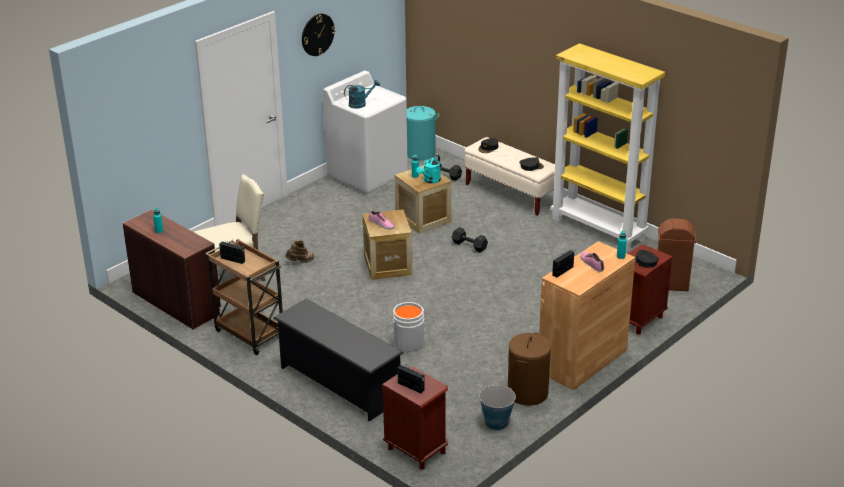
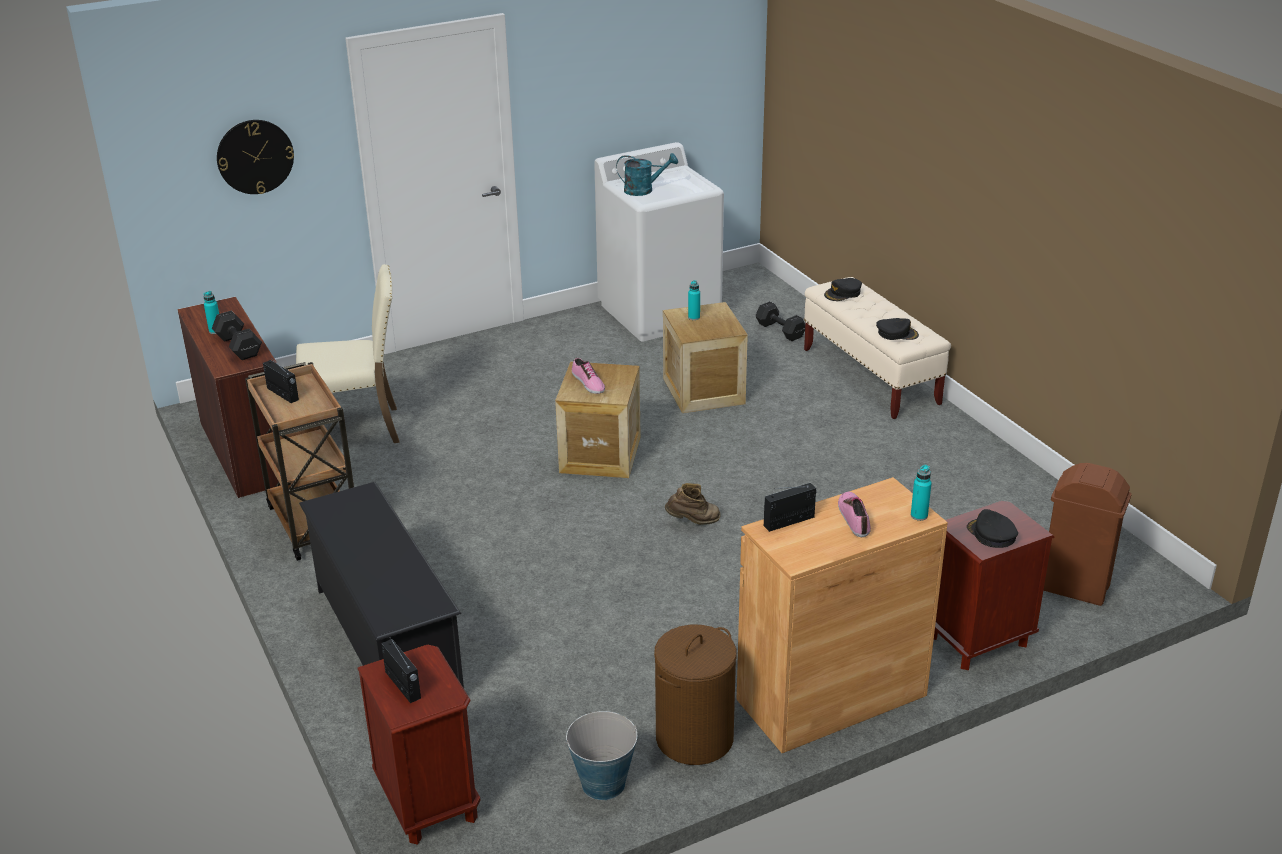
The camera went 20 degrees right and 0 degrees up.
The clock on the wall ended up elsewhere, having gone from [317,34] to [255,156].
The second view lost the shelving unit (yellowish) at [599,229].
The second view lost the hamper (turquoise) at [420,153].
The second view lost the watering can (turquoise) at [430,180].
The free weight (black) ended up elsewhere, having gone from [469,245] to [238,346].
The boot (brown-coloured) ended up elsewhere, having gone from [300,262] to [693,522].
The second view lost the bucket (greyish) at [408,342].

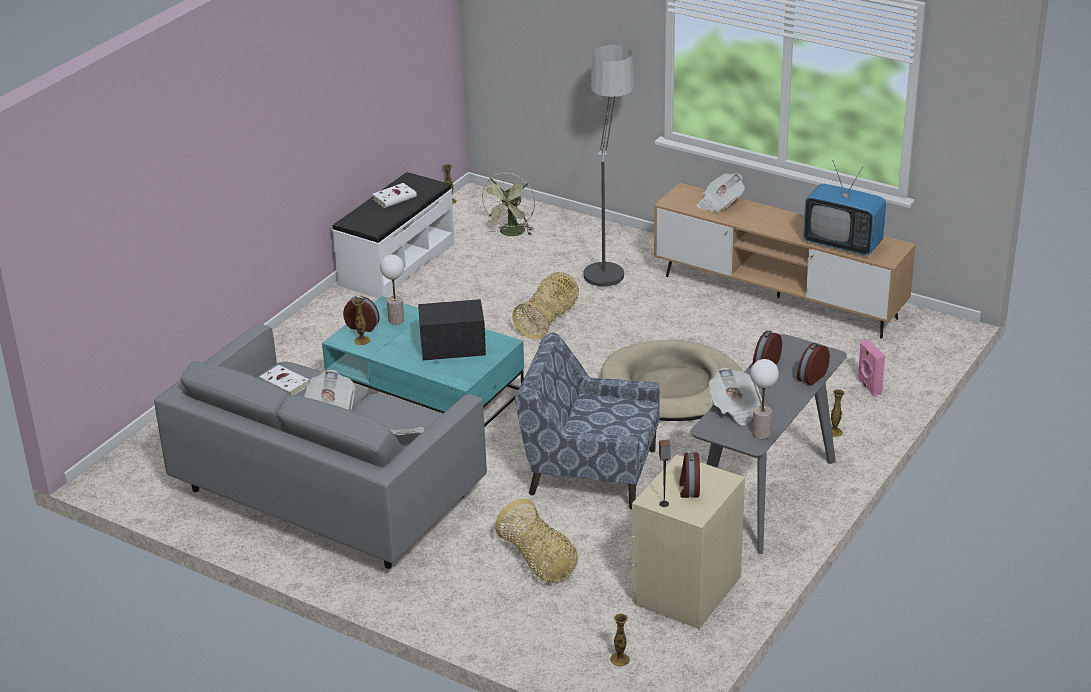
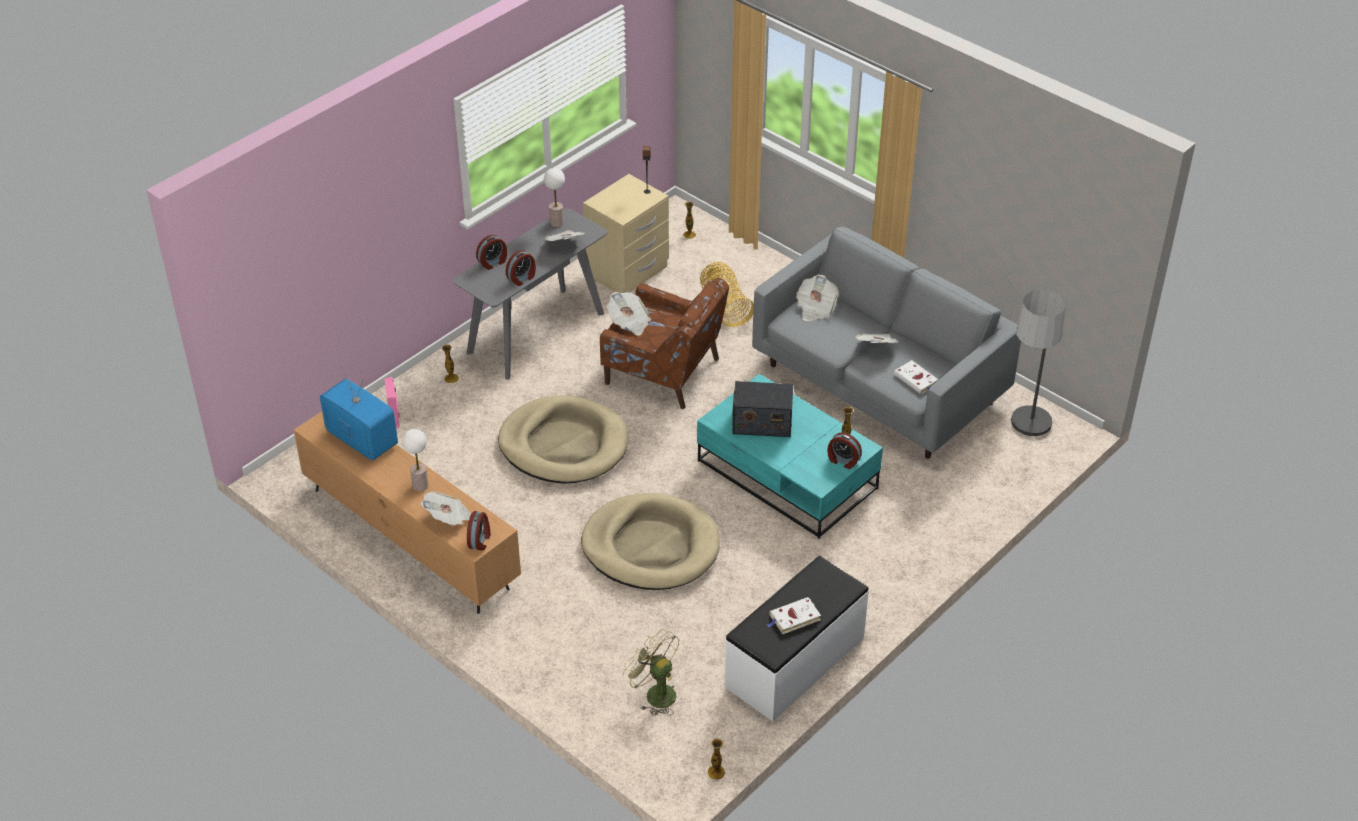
The camera went 170 degrees left and 10 degrees up.
The standing lamp ended up elsewhere, having gone from [606,260] to [1025,445].
The cooling fan (greenish) at [511,233] ended up facing another way, 75 degrees counterclockwise from before.
The table lamp ended up elsewhere, having gone from [396,320] to [420,486].
Where the household basket stood at [548,320], the pet bed (sand-coloured) came to stand at [651,546].
What was the easy chair (blue-coloured) at [590,471] turned into the easy chair (brown-coloured) at [664,373].
The bedside clock ended up elsewhere, having gone from [689,489] to [480,541].
The second view gained the newspaper at [629,322].

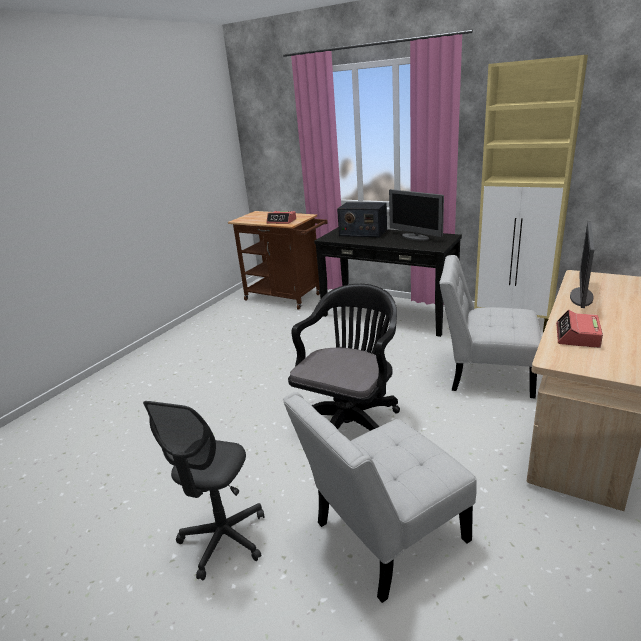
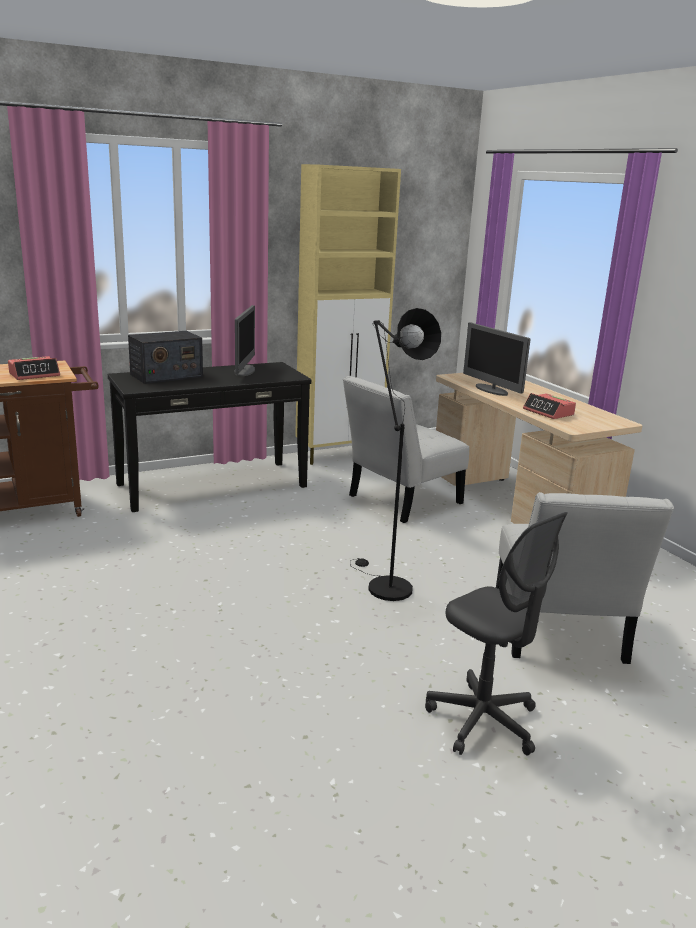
The camera went 60 degrees left and 5 degrees down.
The computer screen at [415,237] ended up facing another way, 75 degrees counterclockwise from before.
Where the computer chair (black) stood at [350,424], the standing lamp (black) came to stand at [384,585].

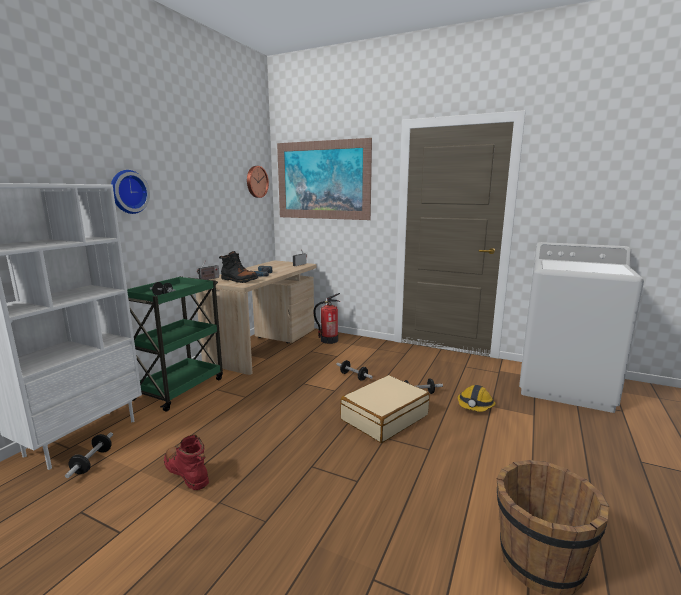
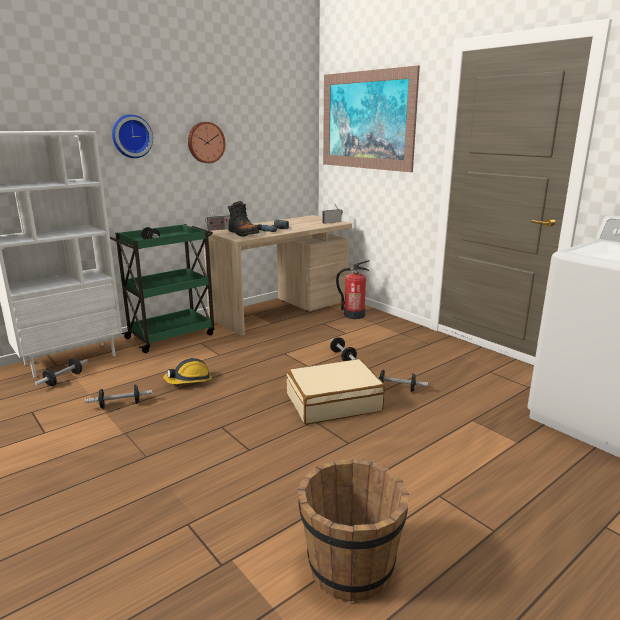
The camera went 25 degrees right and 5 degrees up.
The clock on the wall ended up elsewhere, having gone from [256,182] to [205,142].
The work helmet ended up elsewhere, having gone from [475,406] to [189,380].
Where the boot (reddish) stood at [187,473], the free weight came to stand at [120,405].

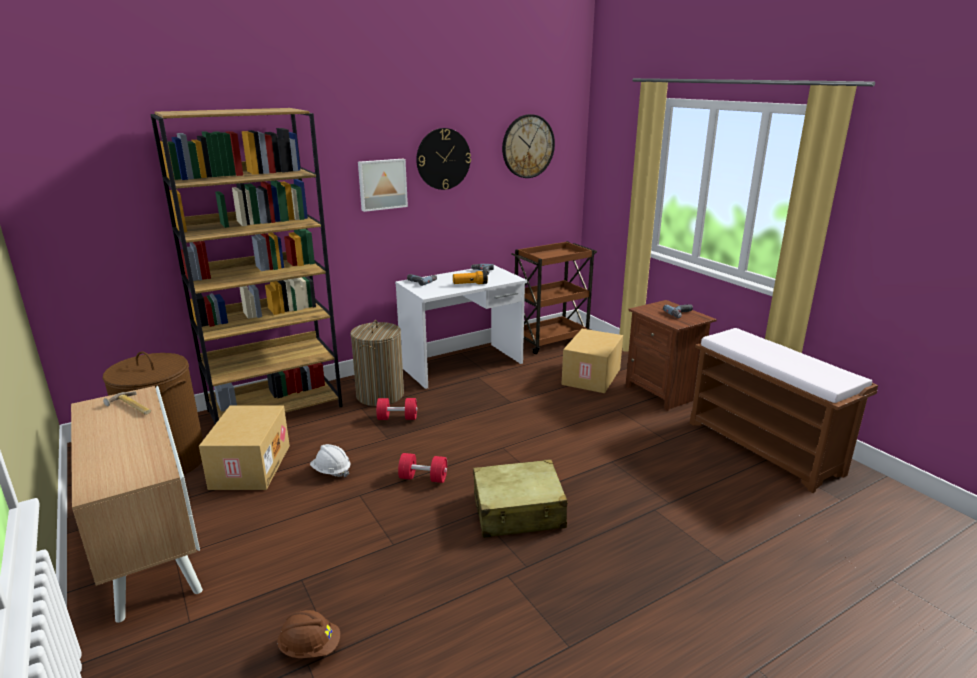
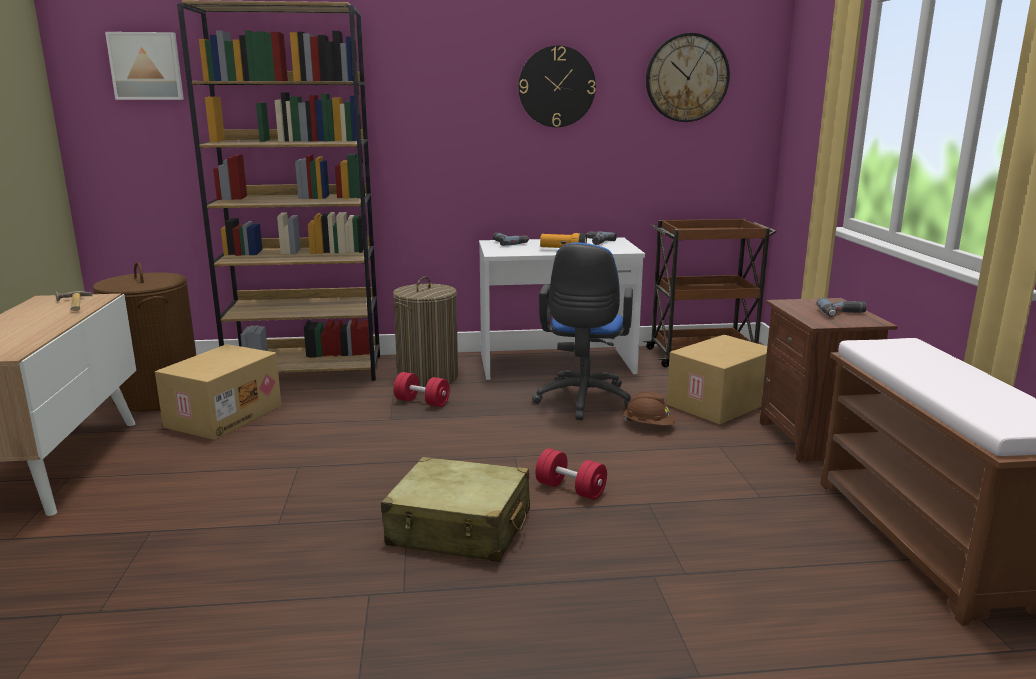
The camera went 25 degrees right and 5 degrees down.
The wall picture ended up elsewhere, having gone from [382,184] to [146,66].
The second view lost the work helmet (white) at [331,471].
The free weight (reddish) ended up elsewhere, having gone from [423,478] to [570,489].
The work helmet (brown-coloured) ended up elsewhere, having gone from [310,648] to [649,426].
The second view gained the computer chair (blue-coloured) at [583,402].

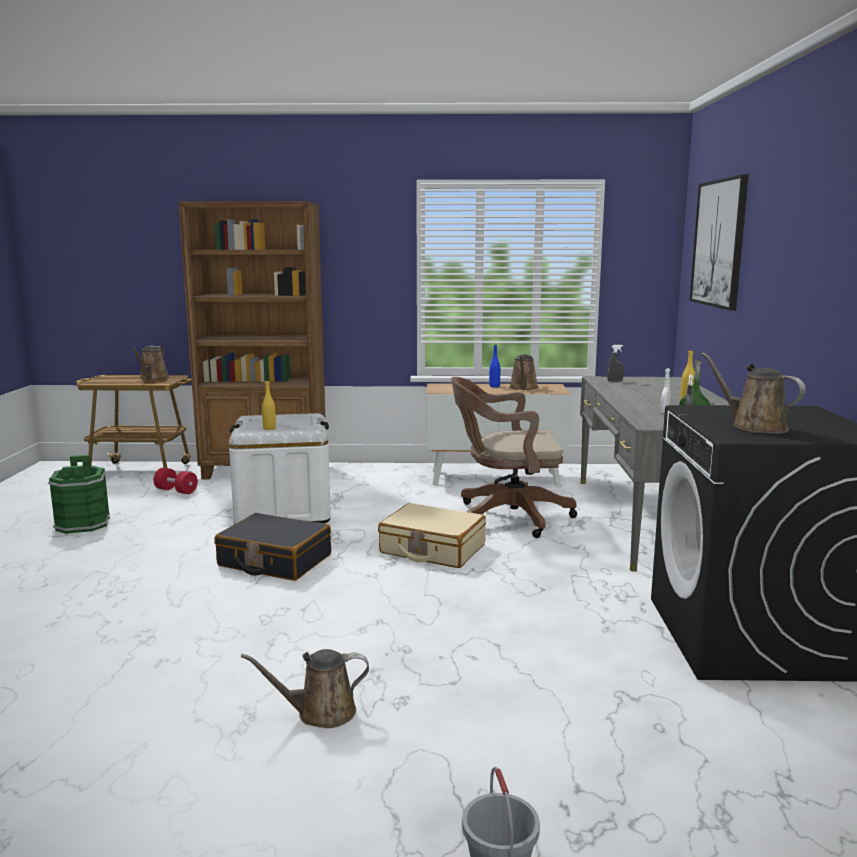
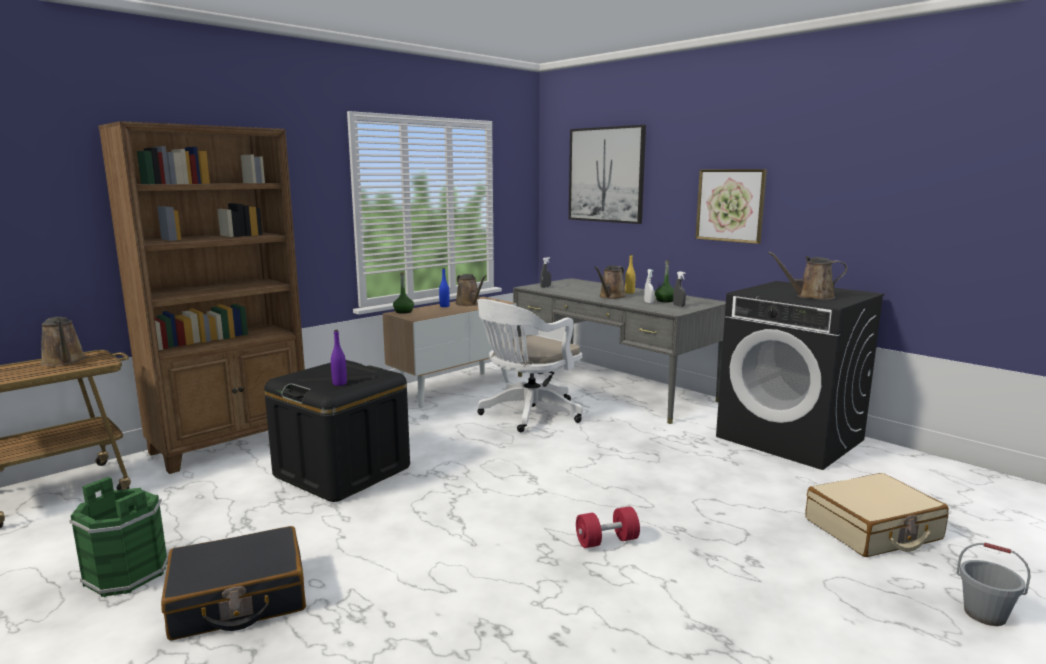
The camera went 45 degrees left and 0 degrees up.
What was the computer chair (brown-coloured) at [507,516] turned into the computer chair (white) at [527,414].
What was the bottle (yellowish) at [269,428] turned into the bottle (purplish) at [339,383].
What was the storage bin (white) at [283,511] turned into the storage bin (black) at [342,471].
The free weight (reddish) ended up elsewhere, having gone from [176,491] to [607,541].
The travel case (sand-coloured) ended up elsewhere, having gone from [432,549] to [872,530].
The travel case (black) ended up elsewhere, having gone from [274,561] to [238,599].
The watering can (brown-coloured) ended up elsewhere, having gone from [320,713] to [611,297].
The second view gained the wall picture at [730,205].
The second view gained the bottle (greenish) at [403,312].

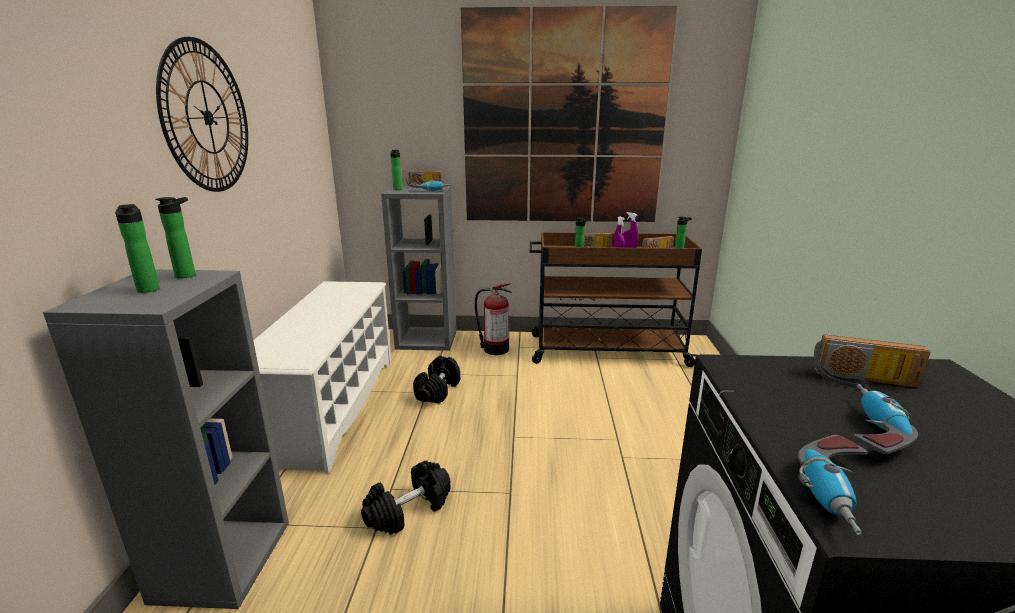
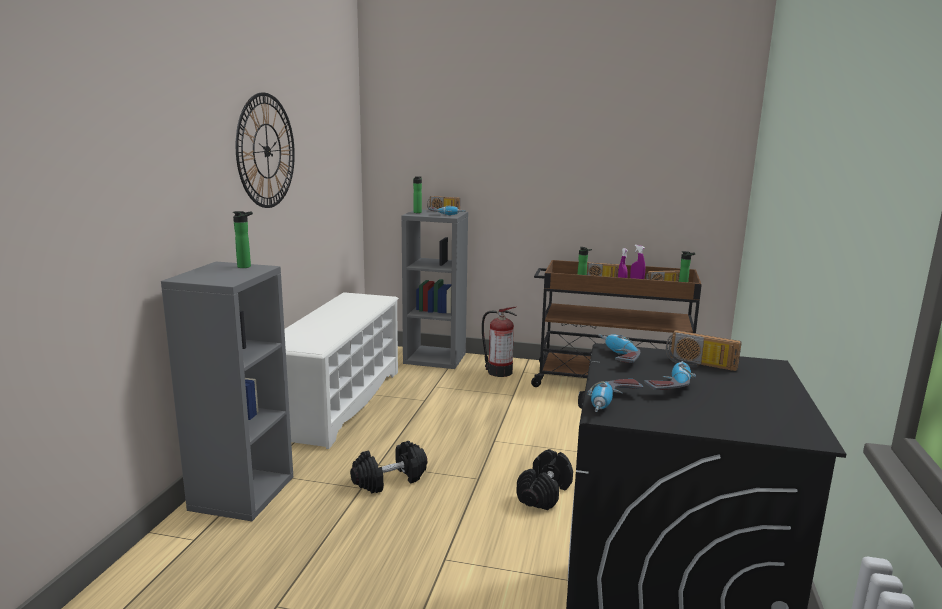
The camera went 10 degrees right and 5 degrees down.
The second view lost the wall picture at [563,121].
The second view lost the bottle at [148,288].
The free weight (black) ended up elsewhere, having gone from [438,391] to [544,493].
The second view gained the power drill at [615,356].

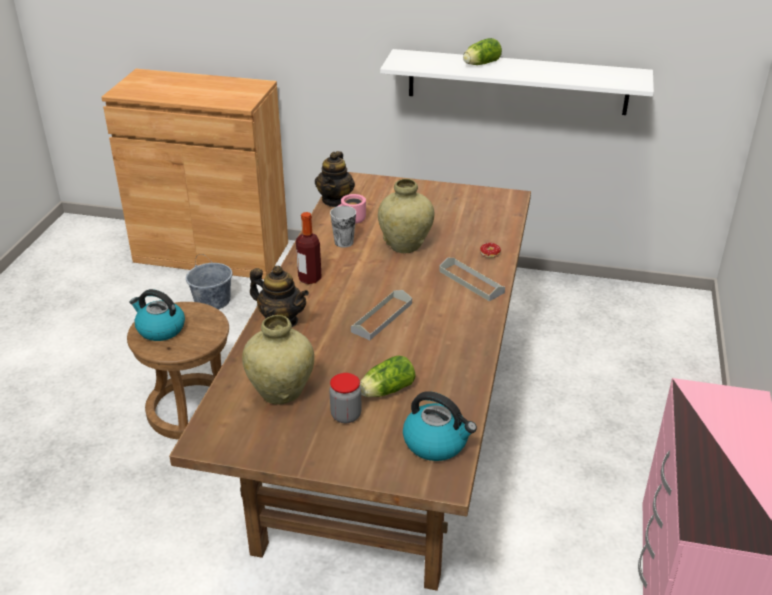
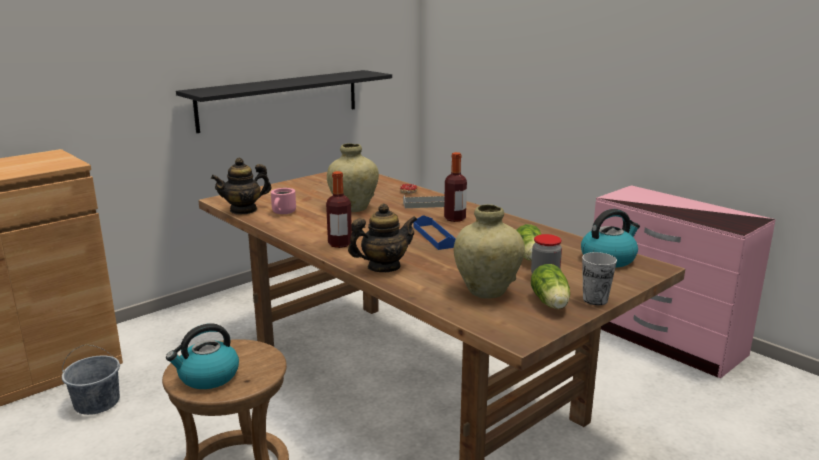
The camera went 55 degrees left and 15 degrees down.
The head of lettuce ended up elsewhere, having gone from [480,64] to [551,303].
What was the shelf (white) at [517,82] turned into the shelf (black) at [280,99].
The tea pot at [335,200] ended up facing another way, 105 degrees clockwise from before.
The drinking cup ended up elsewhere, having gone from [344,242] to [595,300].
What was the carrying tray (greyish) at [382,317] turned into the carrying tray (blue-coloured) at [435,236].
The second view gained the bottle at [455,219].

